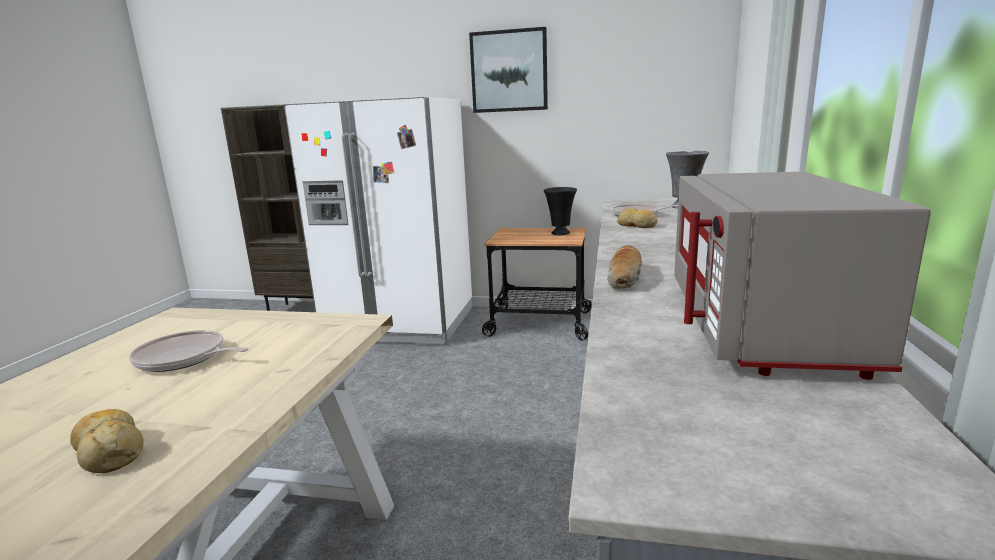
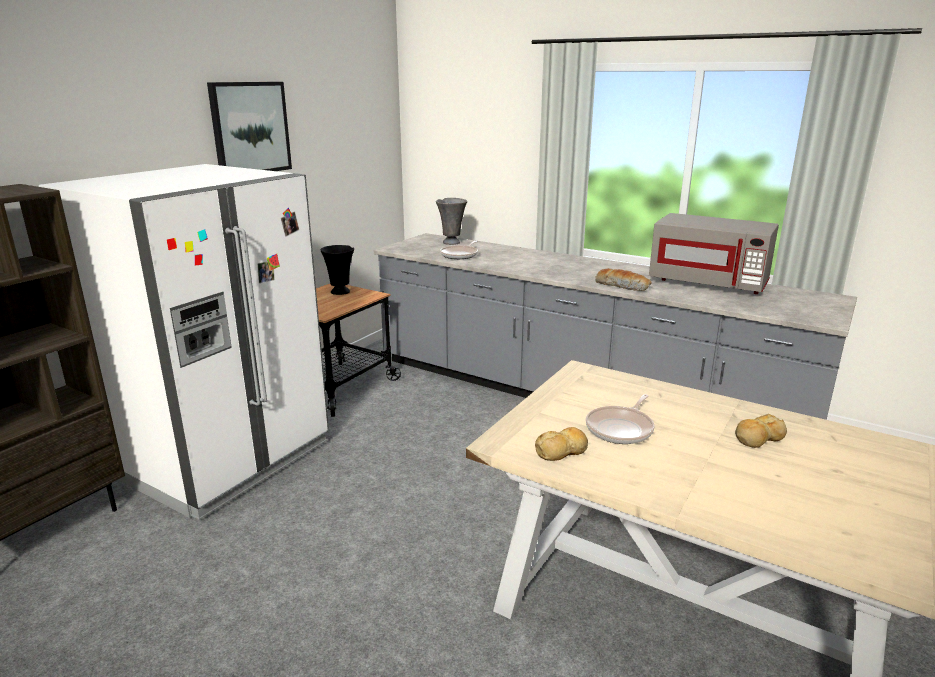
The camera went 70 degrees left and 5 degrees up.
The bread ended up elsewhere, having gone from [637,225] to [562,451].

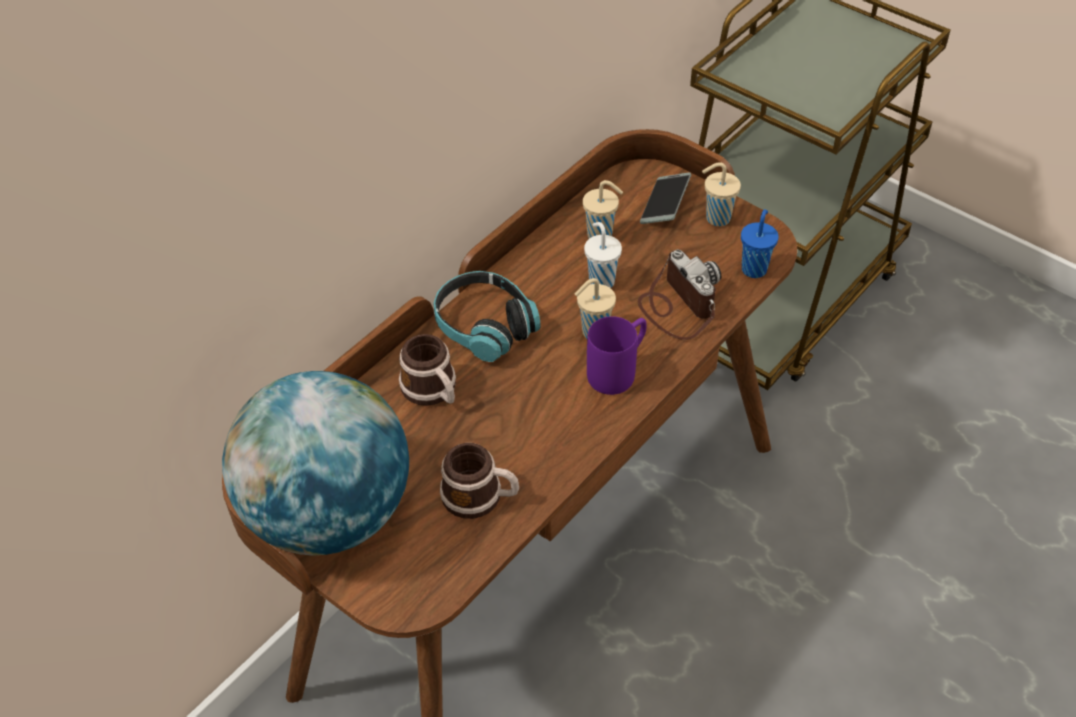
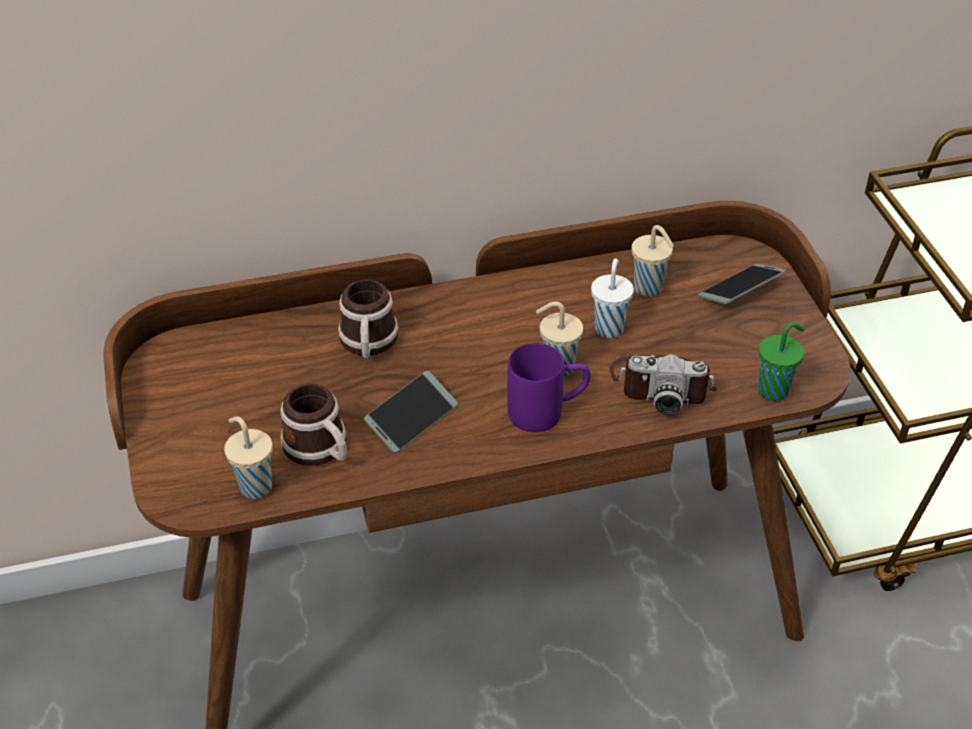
The camera went 35 degrees right and 5 degrees down.
The drinking cup (sand-coloured) ended up elsewhere, having gone from [716,218] to [254,486].
What was the drinking cup (blue-coloured) at [754,268] turned into the drinking cup (greenish) at [774,390].
The still camera at [677,305] ended up facing another way, 90 degrees clockwise from before.
The second view lost the pair of headphones at [484,326].
The second view lost the globe at [329,513].
The second view gained the telephone at [412,418].

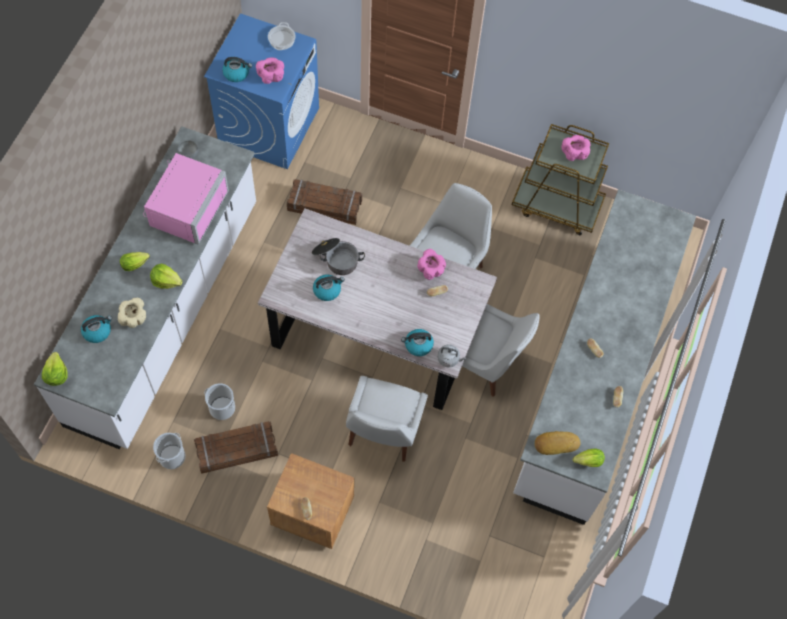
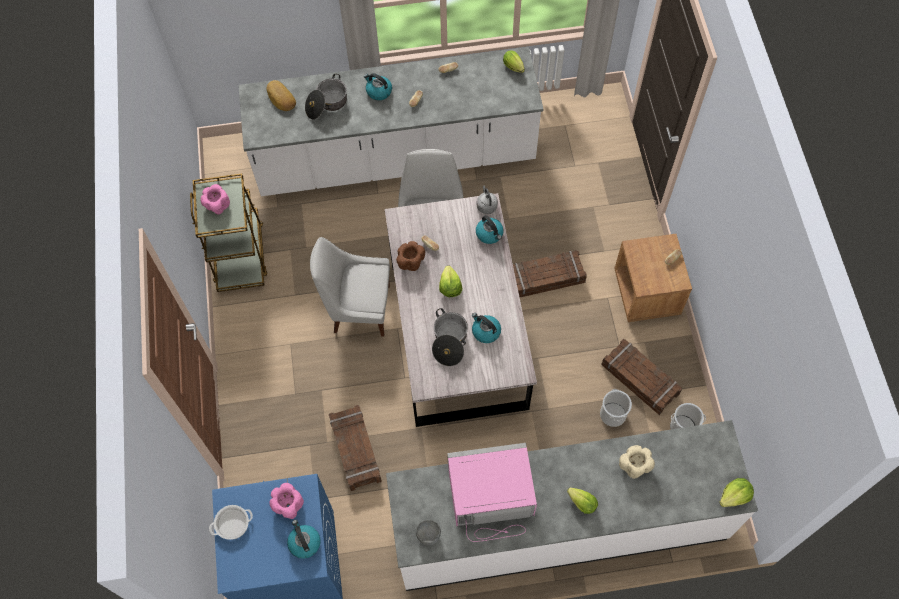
The camera went 115 degrees left and 0 degrees up.
What was the deep dish (pinkish) at [431,269] turned into the deep dish (brown-coloured) at [410,261].
The head of lettuce ended up elsewhere, having gone from [166,281] to [450,287].
The kettle ended up elsewhere, having gone from [97,331] to [378,91].
Where the upright chair (white) stood at [383,433], the packing crate came to stand at [546,278].
The bread ended up elsewhere, having gone from [556,443] to [280,98].
The second view gained the stockpot at [326,104].

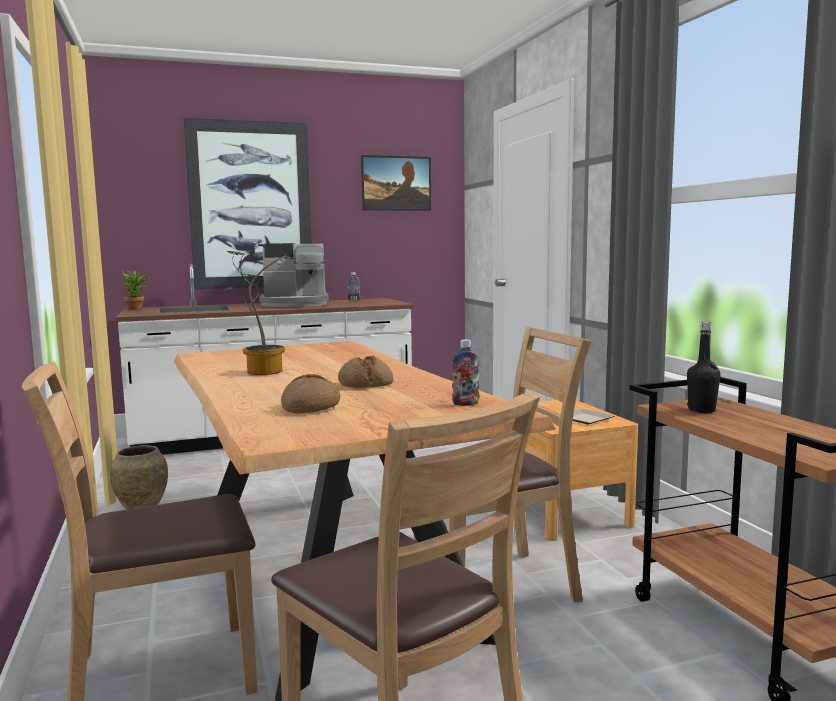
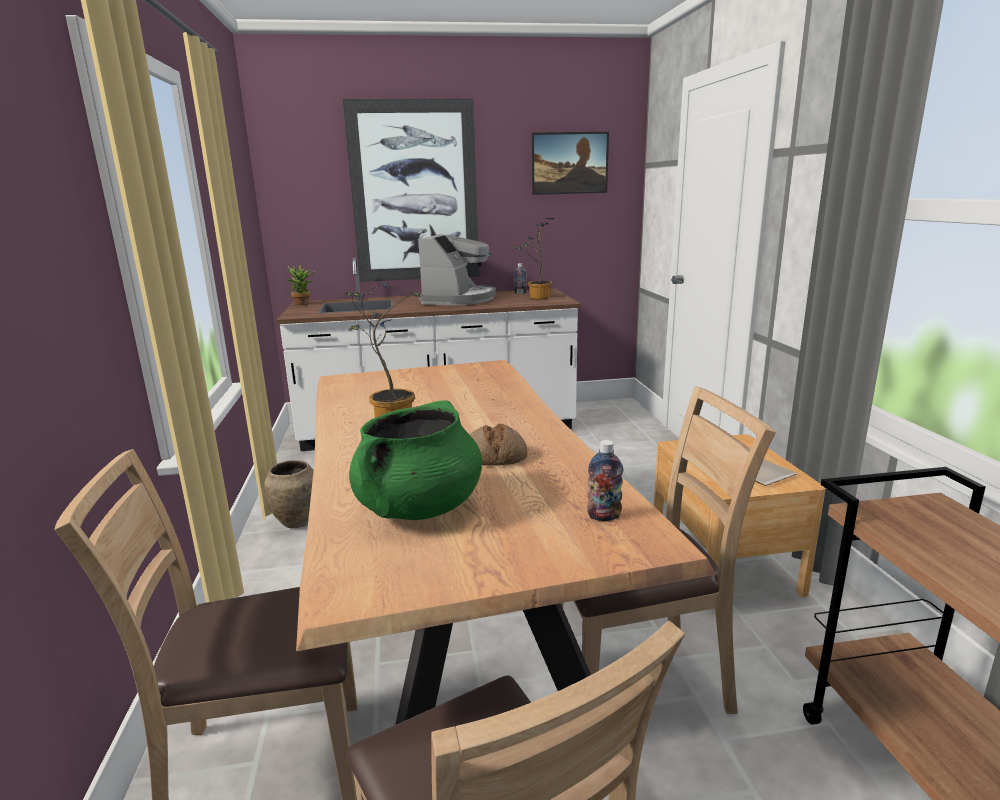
The camera went 10 degrees right and 10 degrees up.
The coffee maker at [295,304] ended up facing another way, 75 degrees counterclockwise from before.
The second view lost the bottle (black) at [701,410].
Where the bread stood at [311,407], the stockpot (greenish) came to stand at [419,508].
The second view gained the plant in a pot at [536,297].

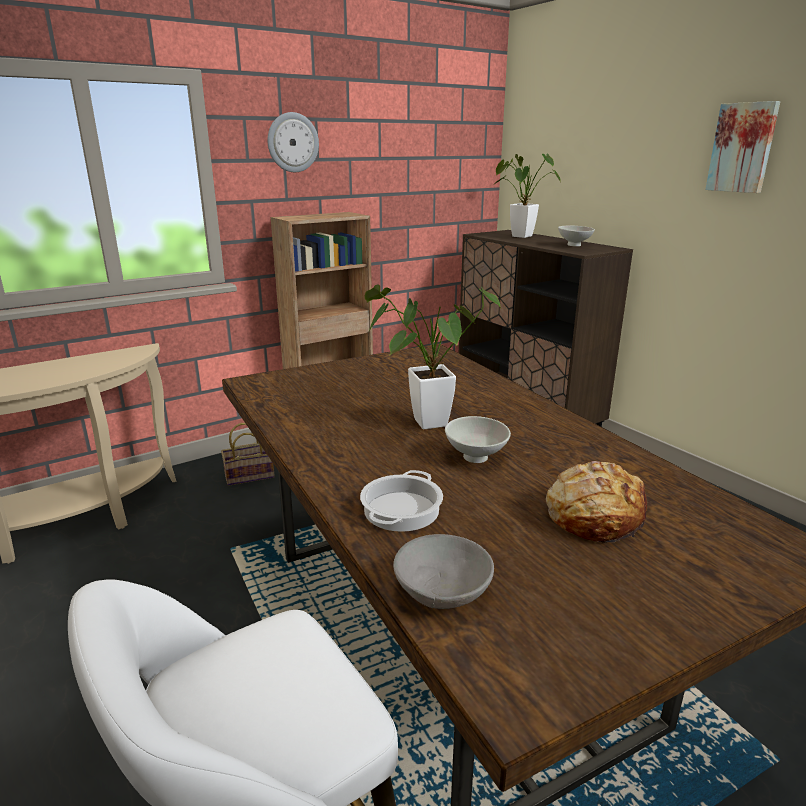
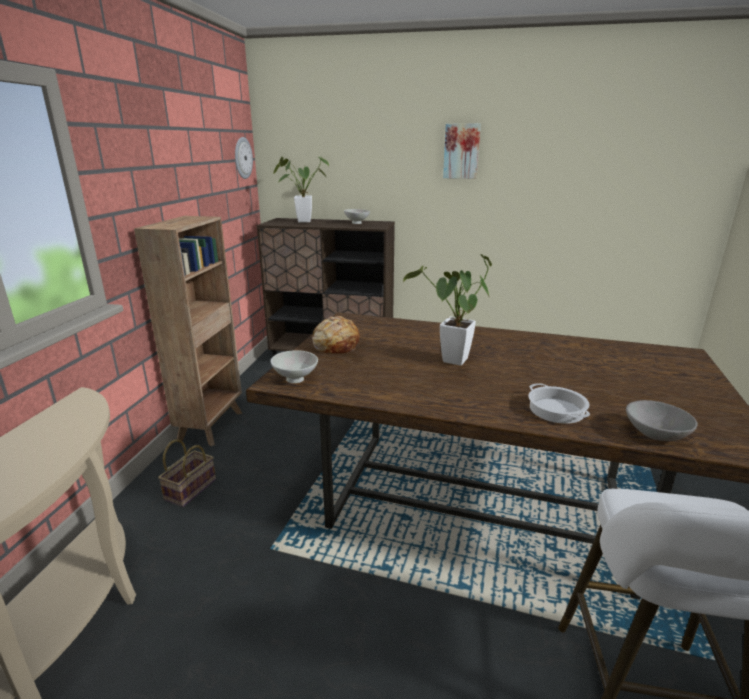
The camera went 45 degrees left and 0 degrees up.
The clock on the wall ended up elsewhere, having gone from [292,142] to [242,158].
The deep dish (white) ended up elsewhere, having gone from [477,457] to [296,379].
The bread ended up elsewhere, having gone from [594,515] to [336,344].

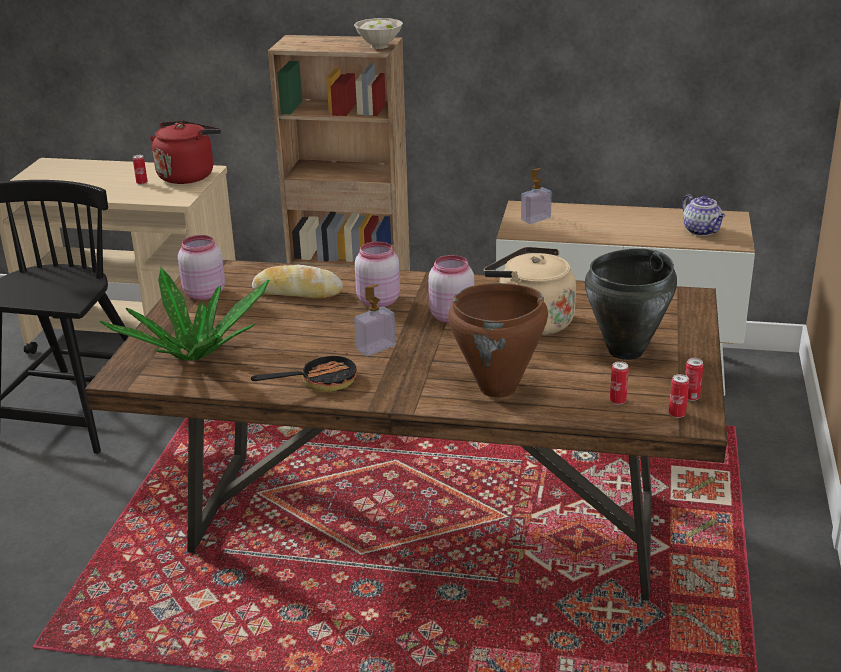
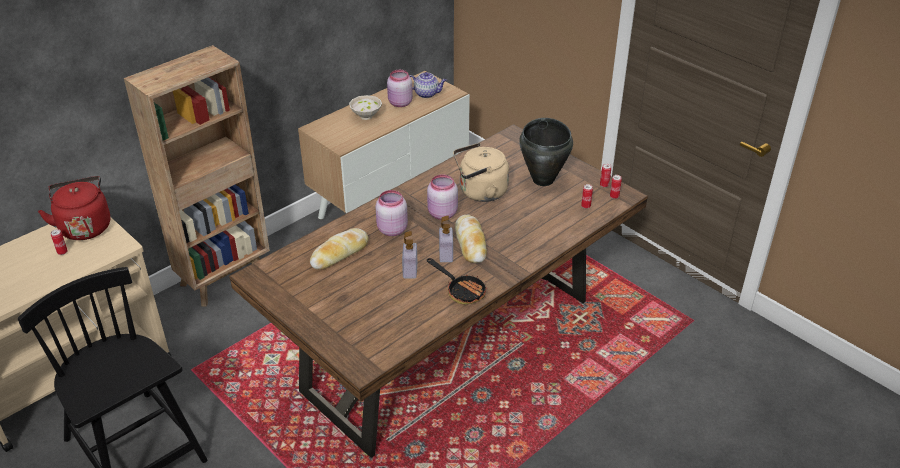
The camera went 55 degrees left and 10 degrees up.
The deep dish (white) ended up elsewhere, having gone from [378,46] to [366,117].
The liquid soap bottle ended up elsewhere, having gone from [535,219] to [410,270].
The preserve jar (pinkish) ended up elsewhere, having gone from [203,293] to [399,103].
The second view lost the plant in a pot at [194,355].
The second view lost the stockpot (brown-coloured) at [498,388].
The pan at [320,382] ended up facing another way, 120 degrees clockwise from before.
The second view gained the bread at [470,243].

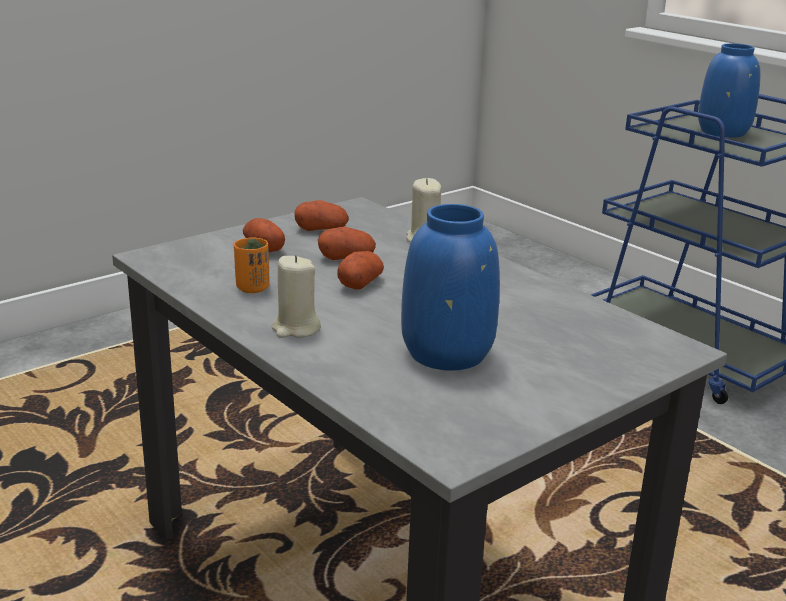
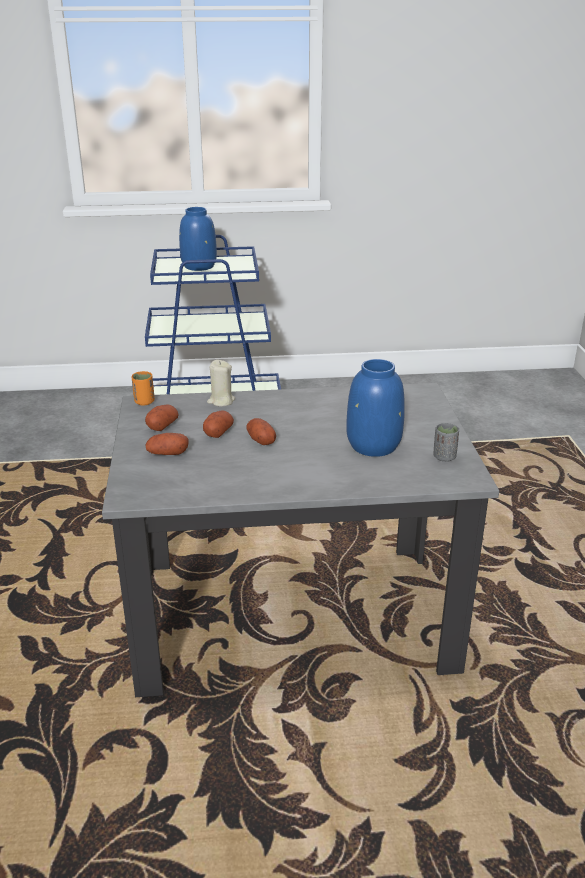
The camera went 55 degrees left and 5 degrees up.
The drinking cup (orange) ended up elsewhere, having gone from [252,288] to [144,402].
The second view lost the candle (sand-coloured) at [296,329].
The second view gained the drinking cup (greyish) at [444,457].

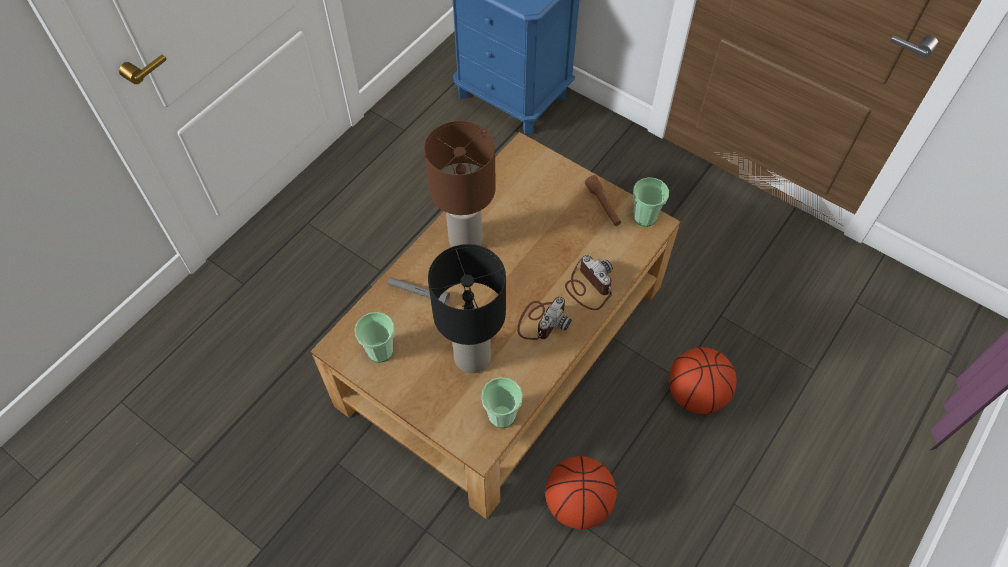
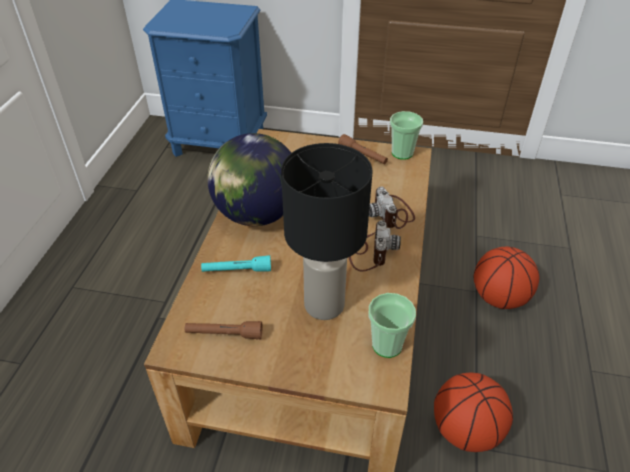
The camera went 25 degrees left and 15 degrees down.
Where the table lamp (brown-coloured) stood at [464,240], the globe came to stand at [257,214].
The still camera at [588,287] ended up facing another way, 135 degrees counterclockwise from before.
What was the flashlight (greyish) at [418,294] turned into the flashlight (turquoise) at [237,270].
Where the drinking cup stood at [380,351], the flashlight (brown-coloured) came to stand at [224,334].

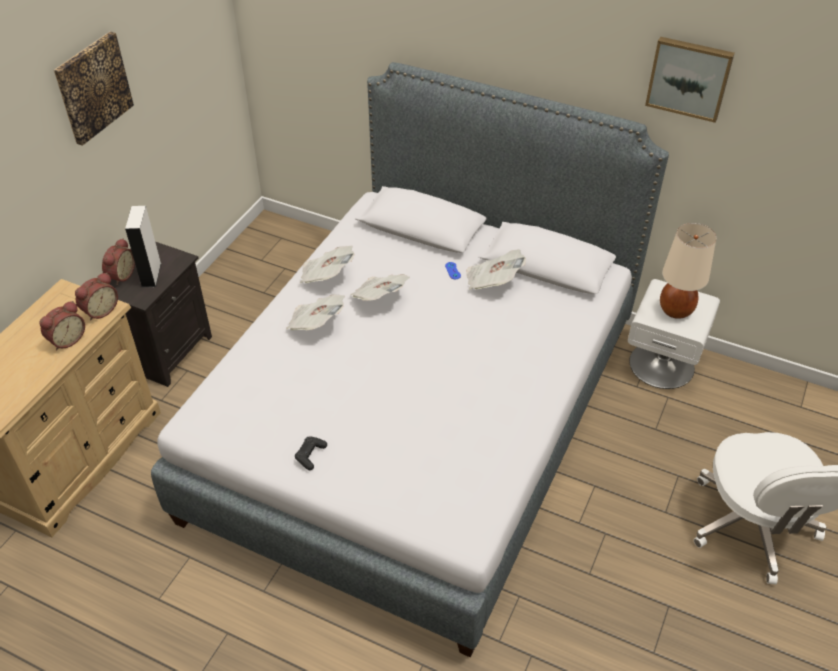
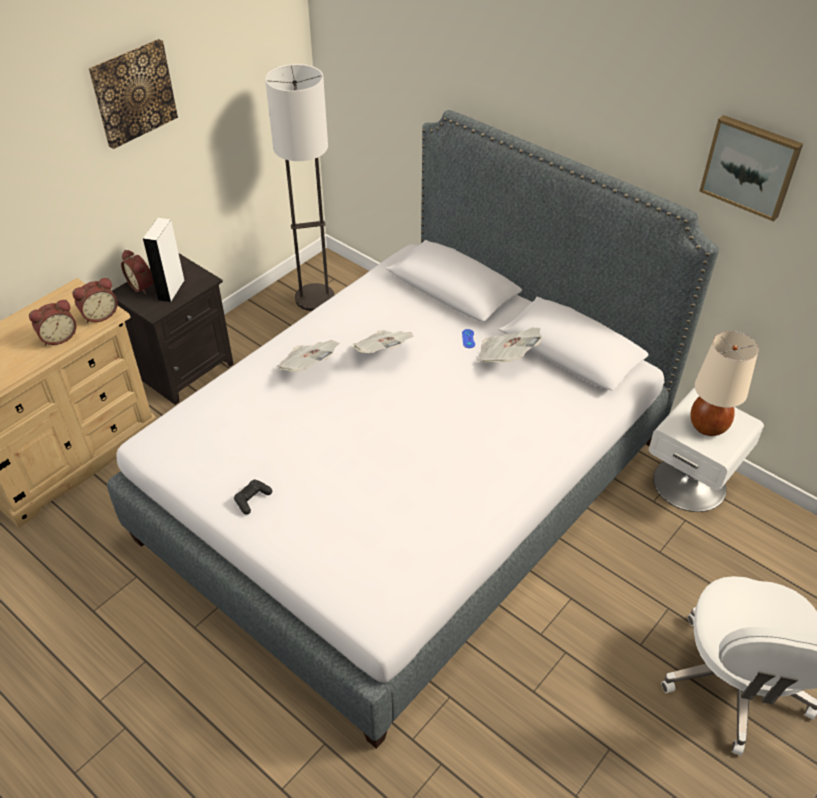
The camera went 15 degrees right and 0 degrees up.
The bedside clock at [120,275] ended up facing another way, 105 degrees clockwise from before.
The second view lost the newspaper at [326,276].
The second view gained the standing lamp at [315,298].

